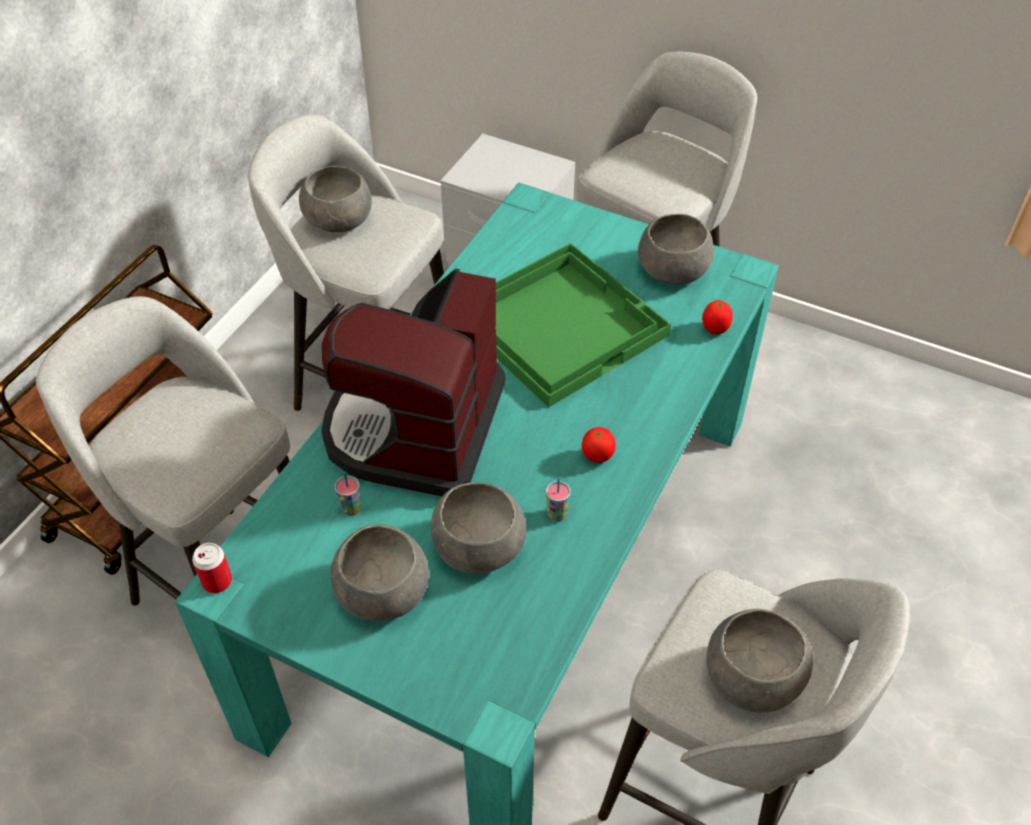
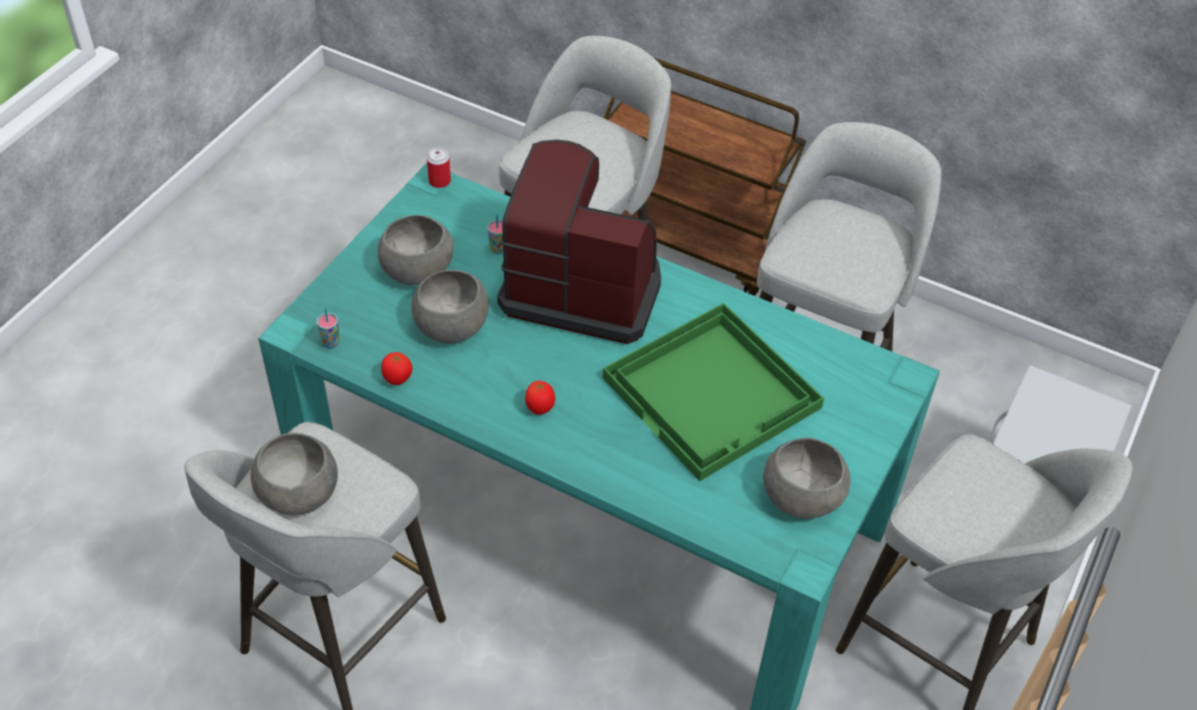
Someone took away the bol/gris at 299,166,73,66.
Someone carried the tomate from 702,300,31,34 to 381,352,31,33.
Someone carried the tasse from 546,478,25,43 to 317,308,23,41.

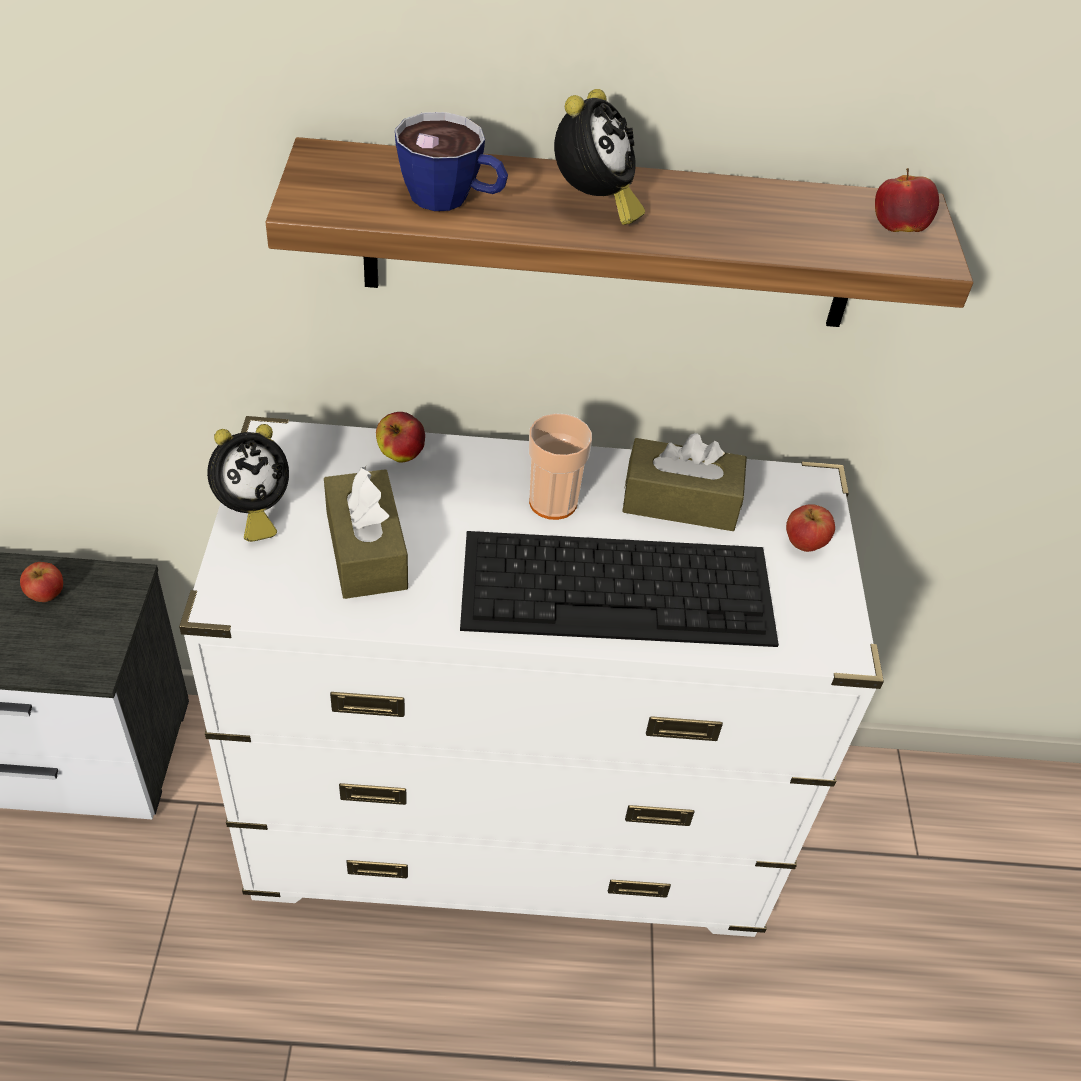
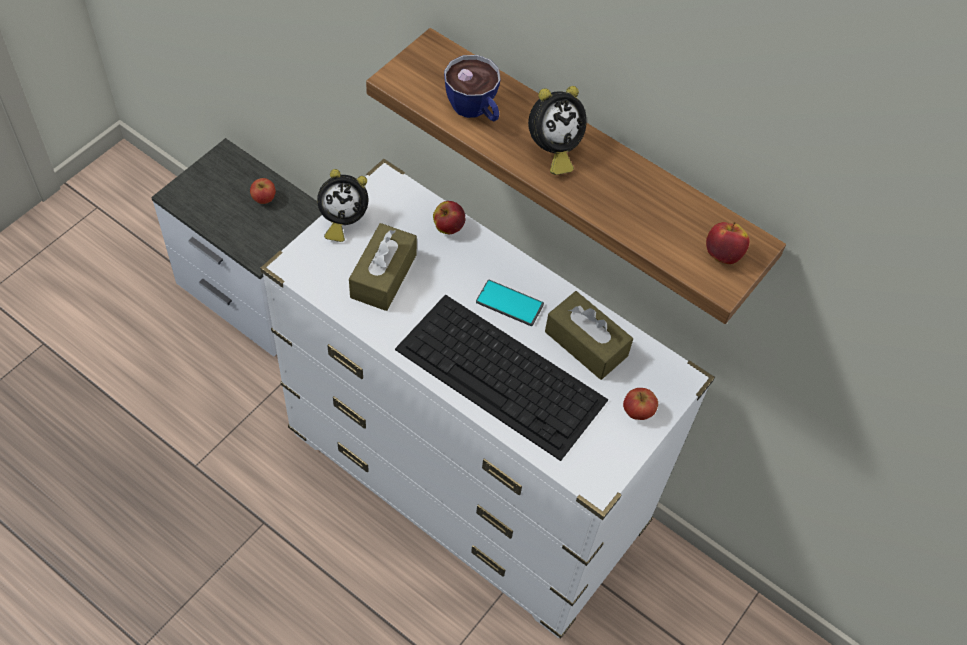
Someone swapped the tasse at 529,413,63,107 for the téléphone at 476,280,68,46.

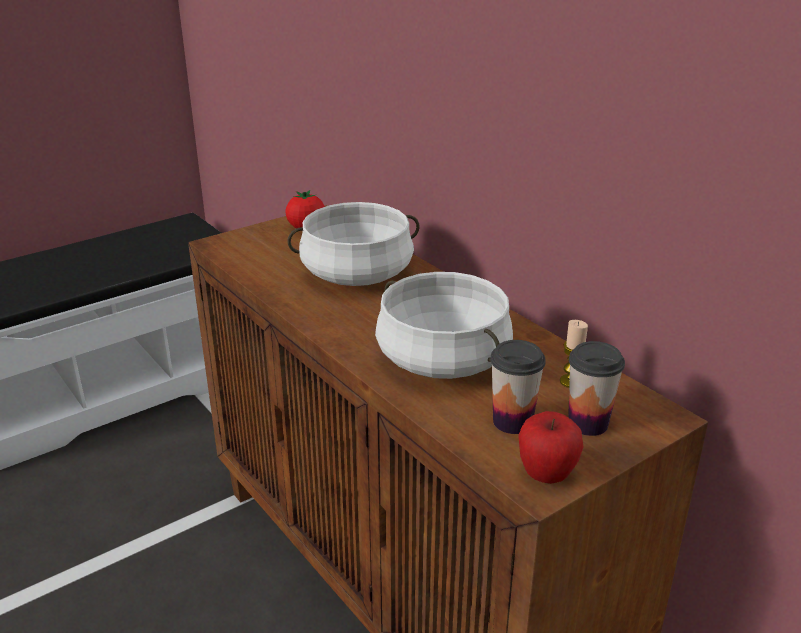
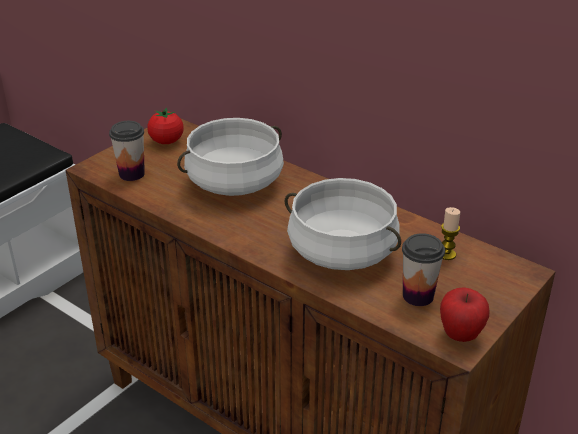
Someone carried the tasse from 568,341,57,95 to 109,121,36,60.

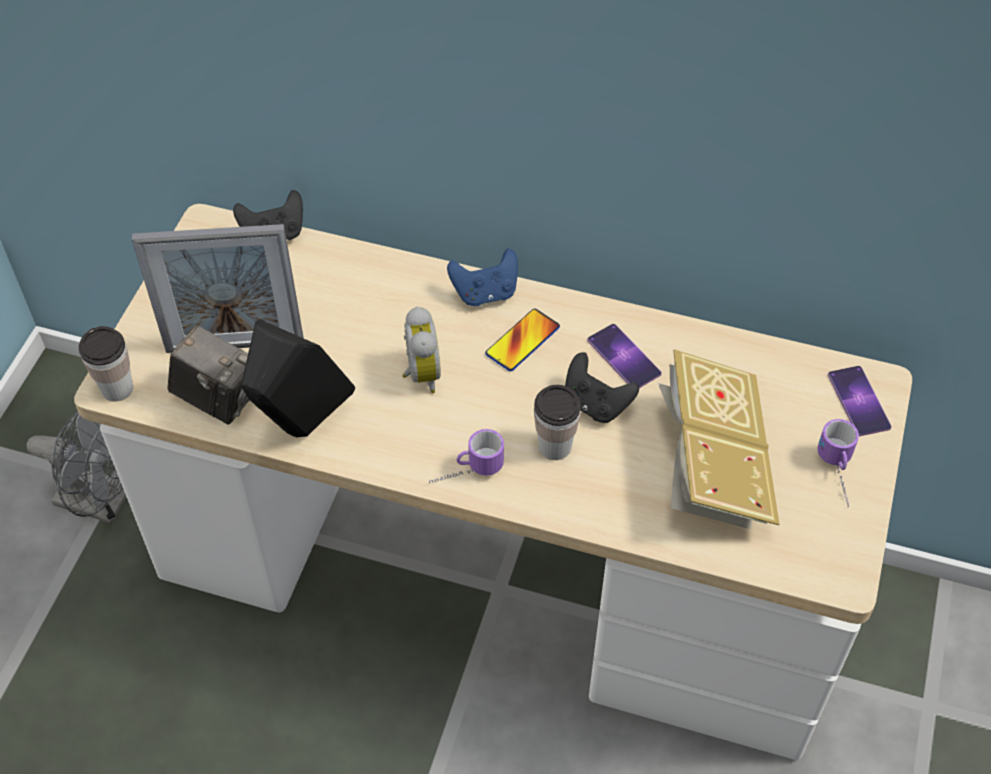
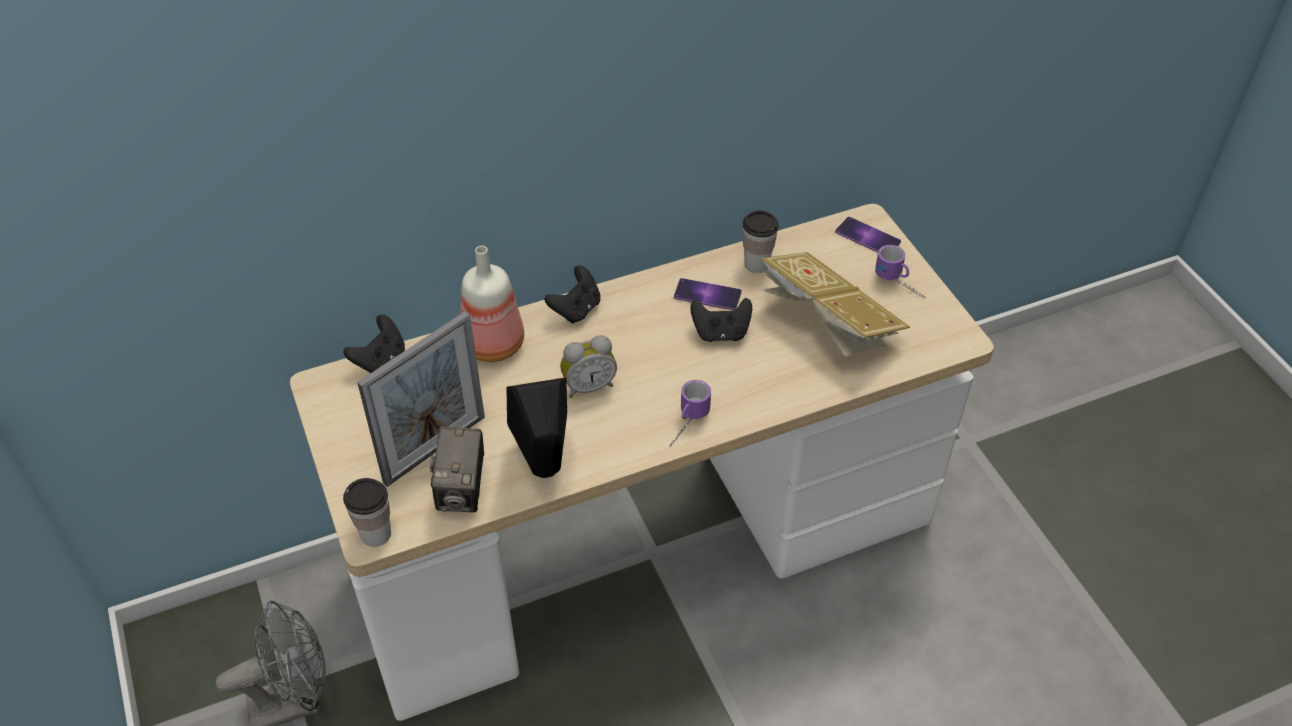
Someone repainted the manette/bleu at 447,249,71,57, which became the manette/noir at 545,266,55,58.
Someone rotated the réveil at 402,306,39,87 by 120 degrees clockwise.
Someone took away the téléphone at 485,309,75,62.
Someone rotated the appareil photo at 167,325,82,100 by 105 degrees clockwise.
Someone carried the tasse from 534,385,47,75 to 742,210,37,63.
Someone put down the bouteille at 460,246,64,116.

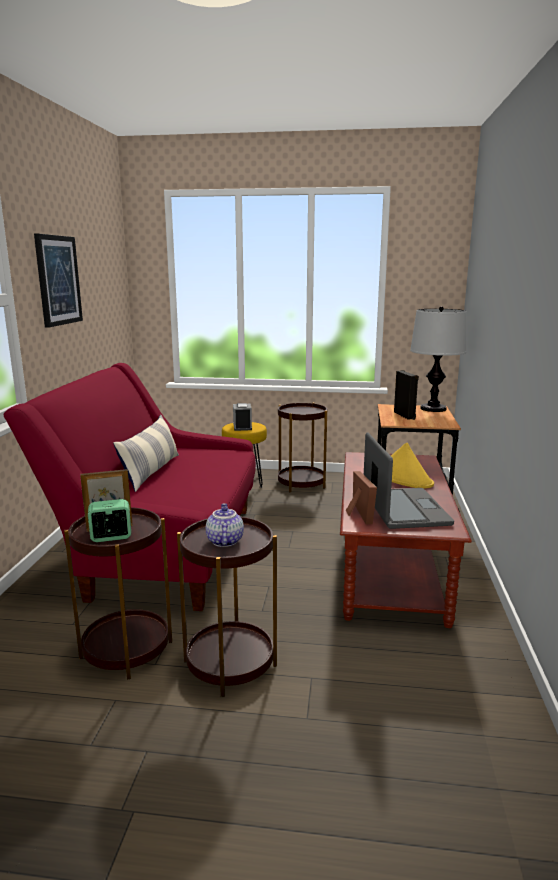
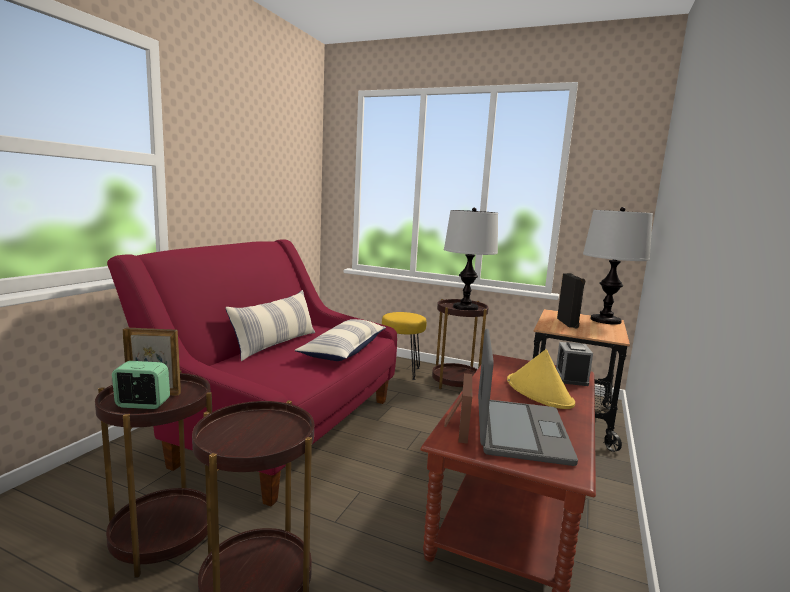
Someone took away the tableau at 34,233,49,95.
Someone carried the réveil from 233,403,19,28 to 556,342,37,44.
Someone took away the théière at 206,504,38,43.
Someone put down the lampe de table at 444,208,54,102.
Someone put down the coussin at 294,319,92,42.

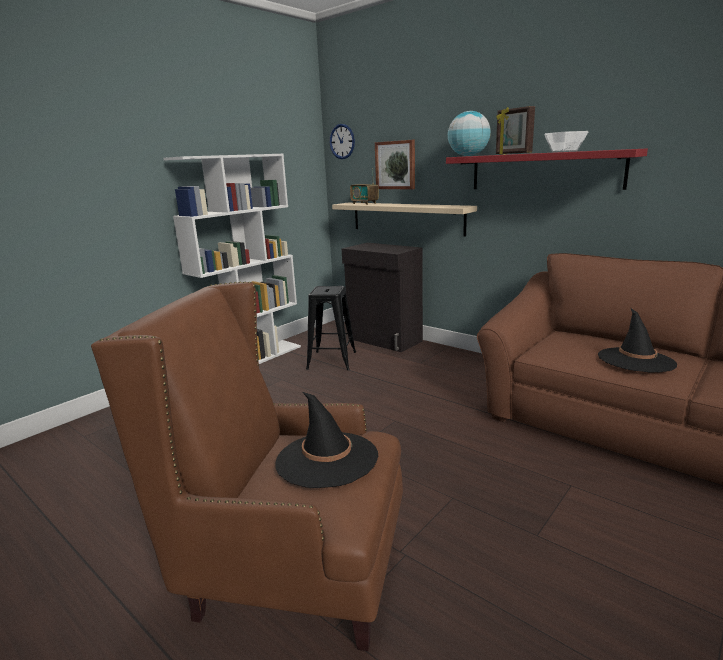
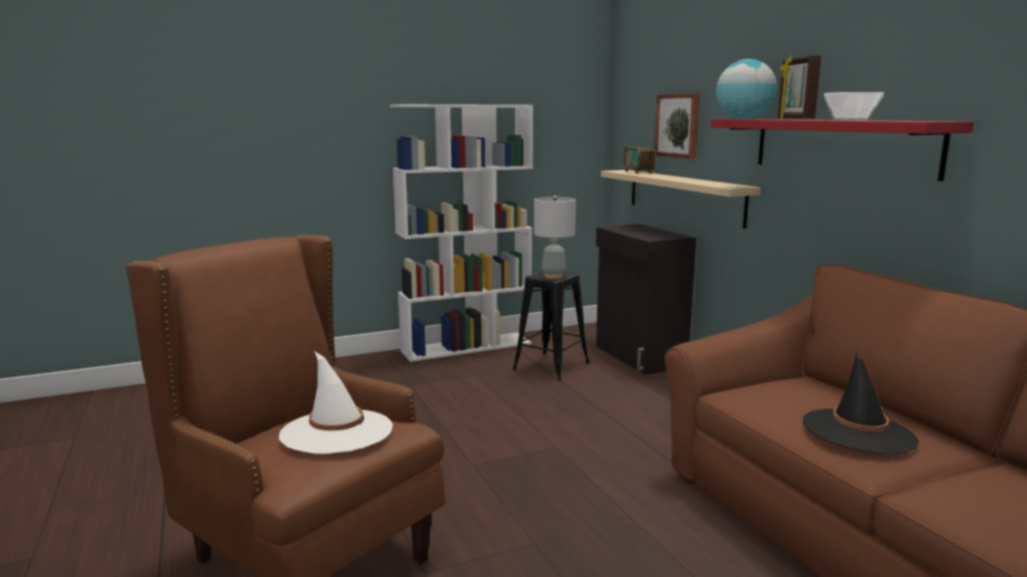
Someone took away the horloge murale at 329,124,26,35.
Someone repainted the chapeau/noir at 276,392,102,96, which became the chapeau/blanc at 279,351,114,103.
Someone put down the lampe de table/gris at 534,196,42,83.

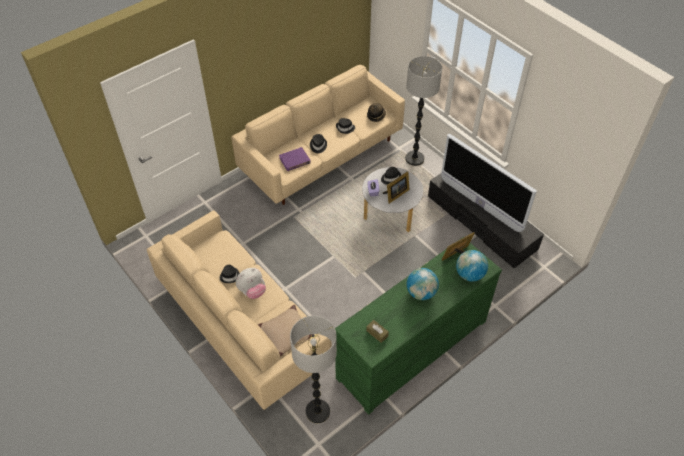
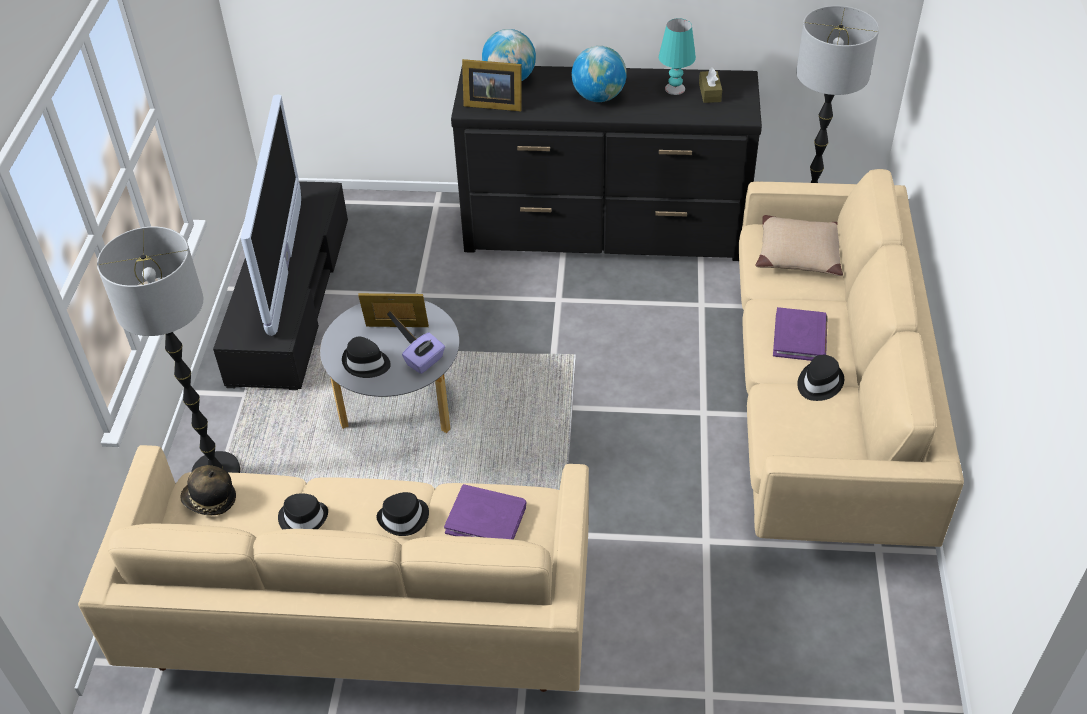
Someone repainted the commode/vert at 335,237,167,177, which became the commode/noir at 451,66,311,195.
Someone swapped the peluche at 236,268,30,31 for the livre/violet at 773,307,55,54.
Someone put down the lampe de table/turquoise at 659,18,37,77.

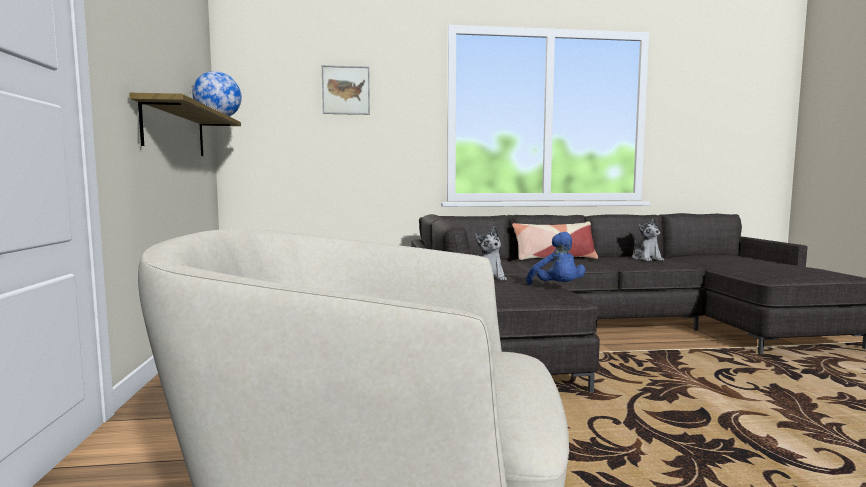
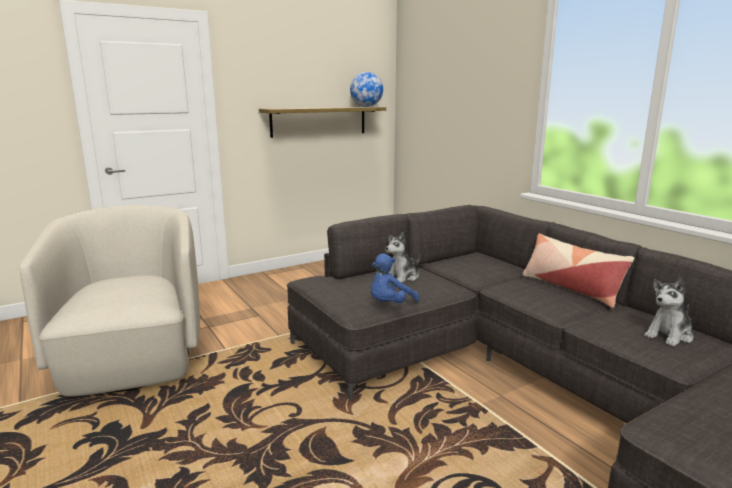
Someone took away the tableau at 322,65,48,50.

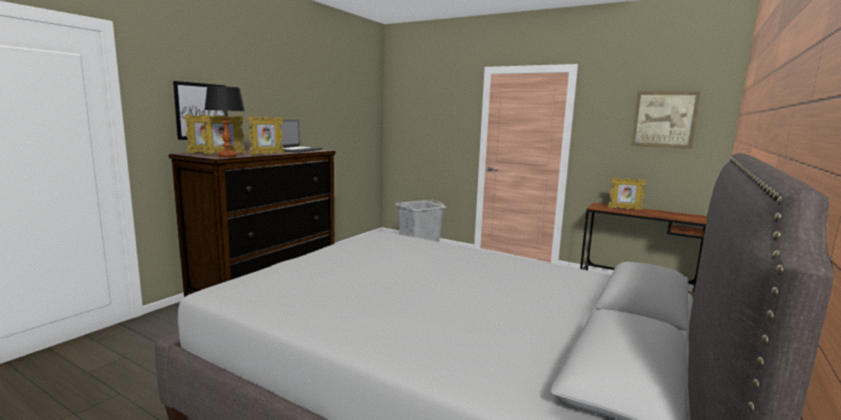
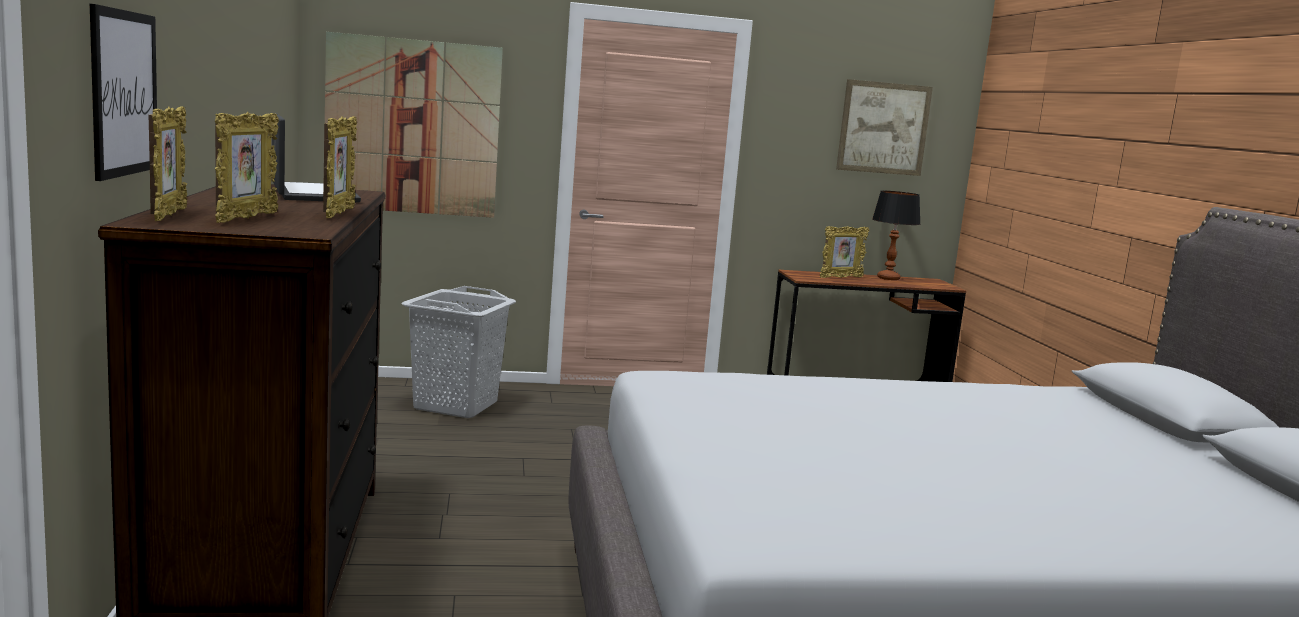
Someone carried the lampe de table from 205,86,40,71 to 872,191,49,89.
Someone put up the tableau at 325,32,178,186.

